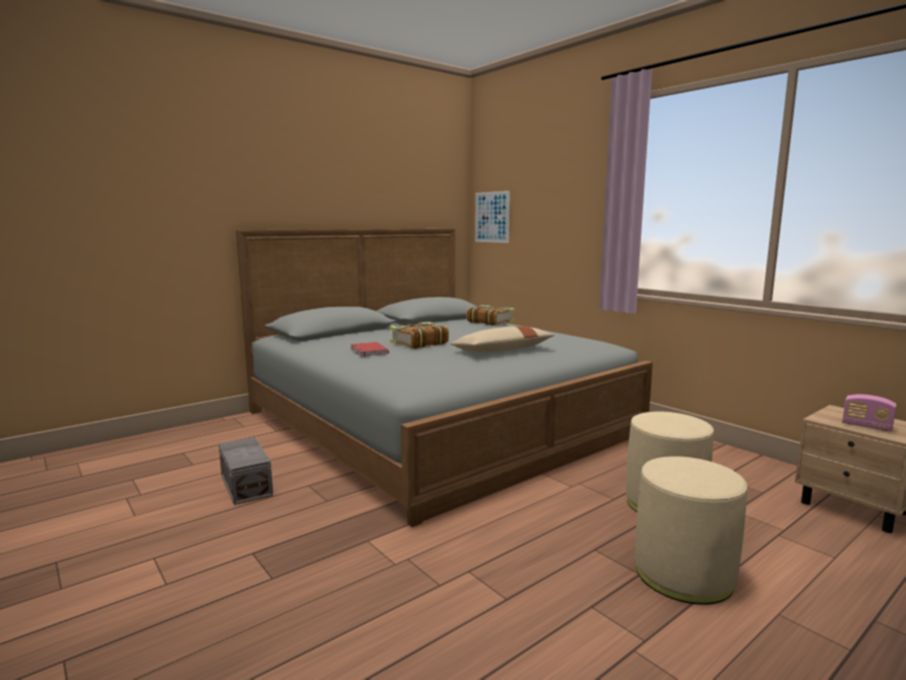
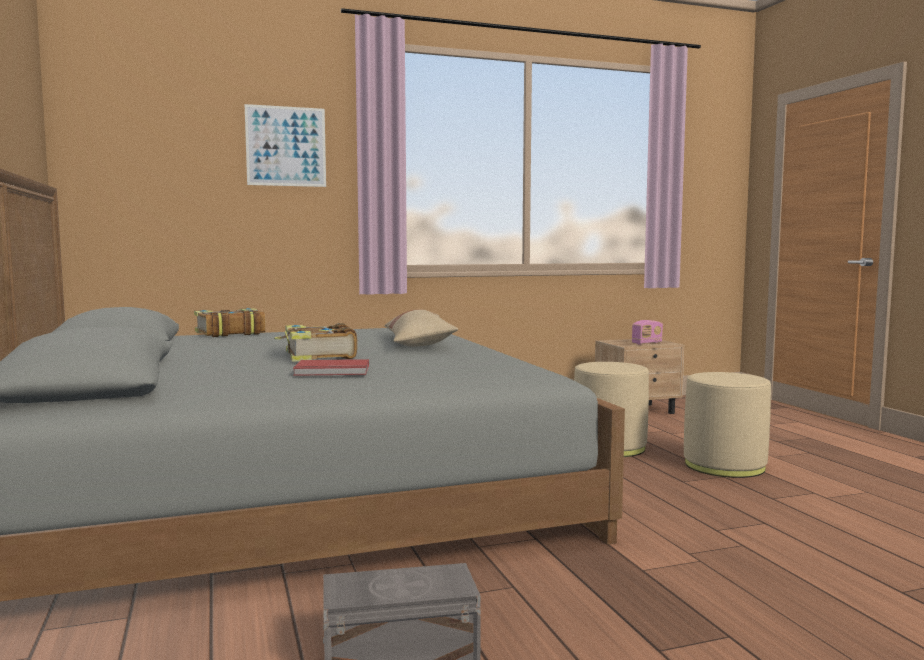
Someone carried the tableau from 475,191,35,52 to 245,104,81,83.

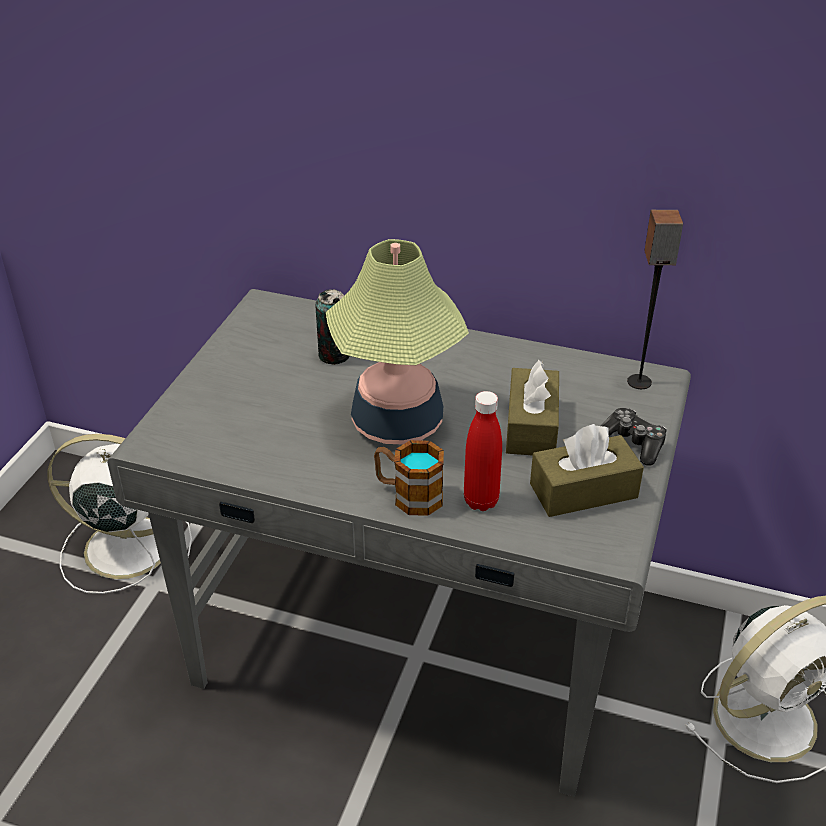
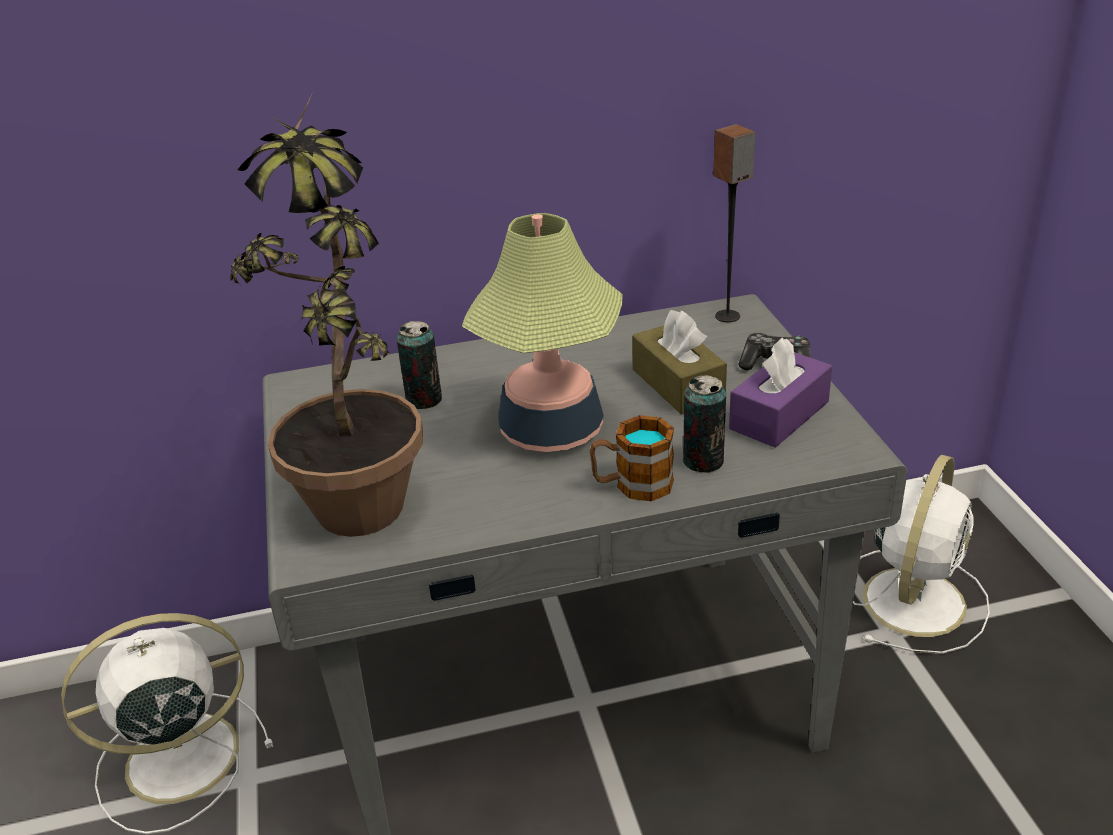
Someone swapped the bouteille/rouge at 464,391,38,120 for the boîte métallique at 683,375,43,98.
Someone repainted the boîte à mouchoirs/marron at 530,424,114,93, which became the boîte à mouchoirs/violet at 729,337,103,111.
Someone put down the plante en pot at 230,95,193,442.

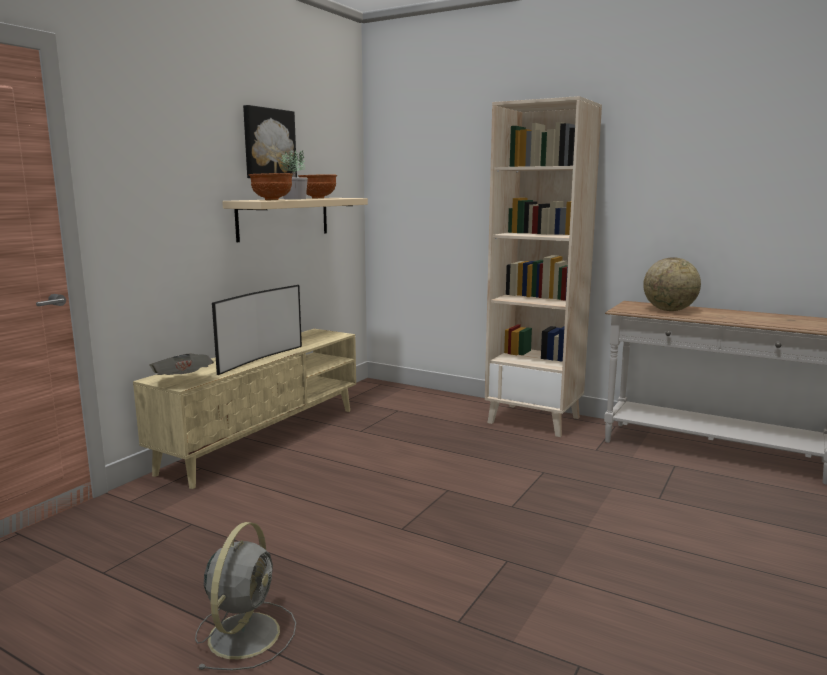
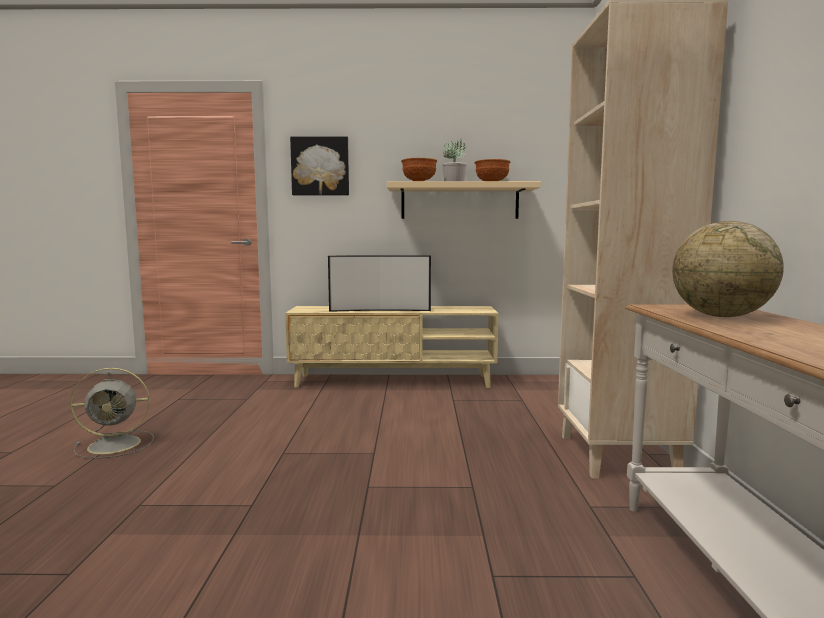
Someone carried the tableau from 243,105,54,73 to 290,136,59,59.
Someone took away the journal at 149,354,65,21.

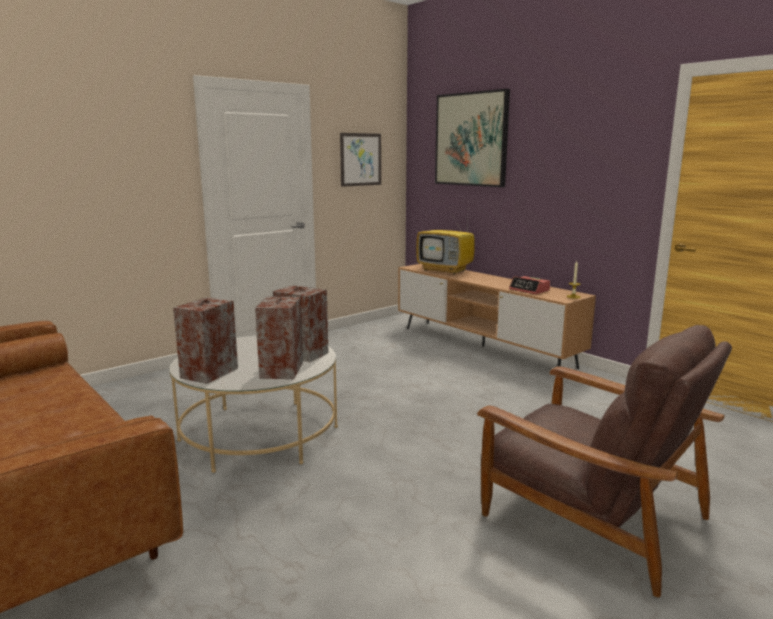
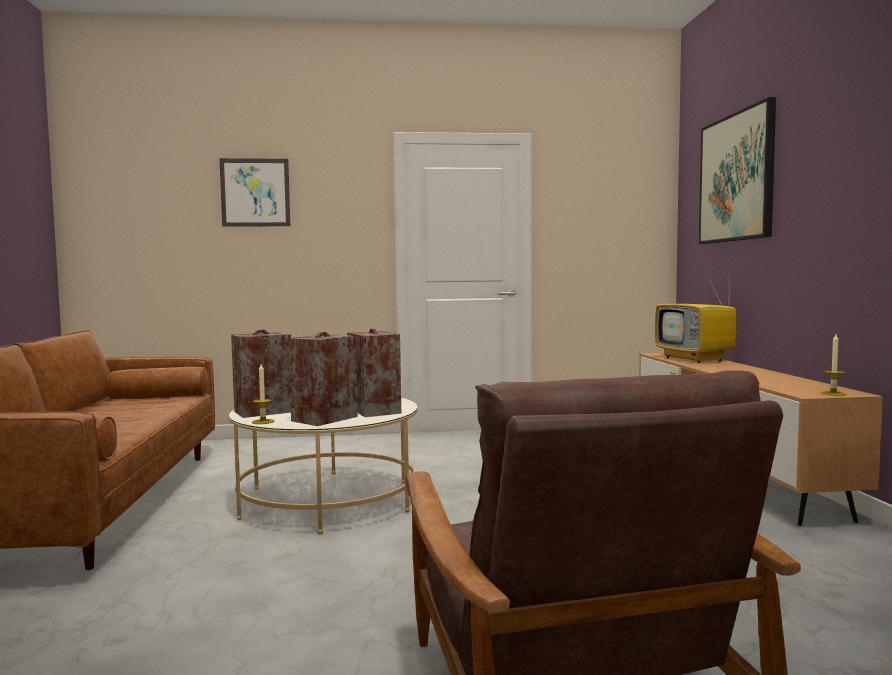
Someone carried the tableau from 340,133,41,54 to 219,158,71,69.
Someone took away the réveil at 509,276,41,18.
Someone put down the bougie at 252,364,23,60.

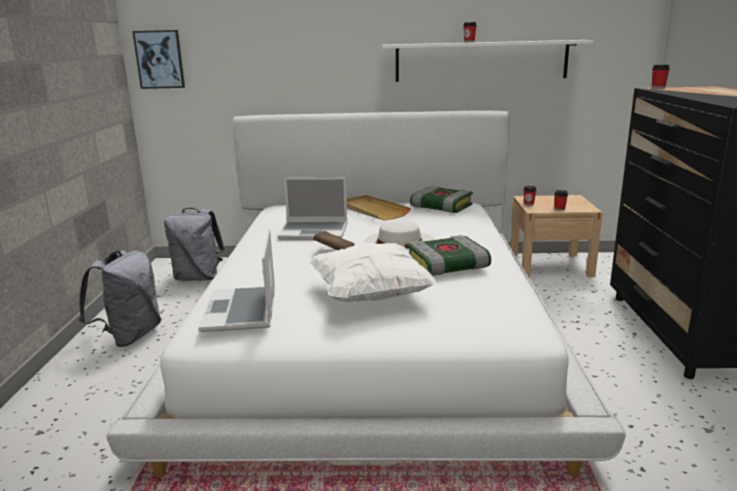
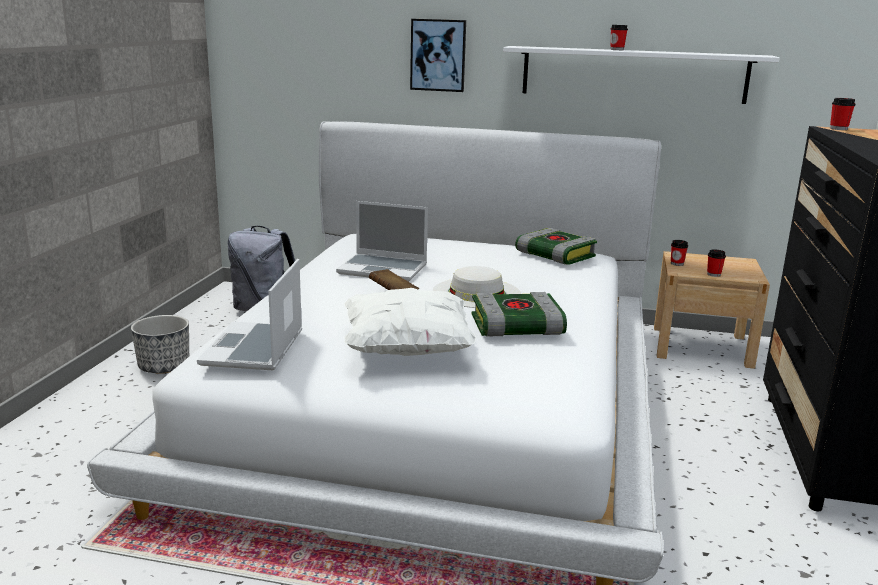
Someone carried the tableau from 132,30,53,59 to 410,19,56,73.
Someone took away the plateau/beige at 346,195,65,26.
Someone swapped the sac à dos/gris at 79,250,82,97 for the cache-pot at 131,315,58,59.

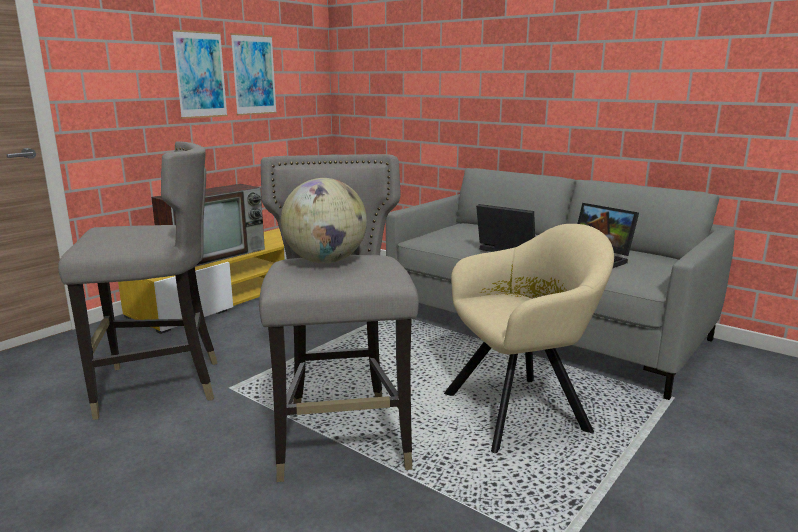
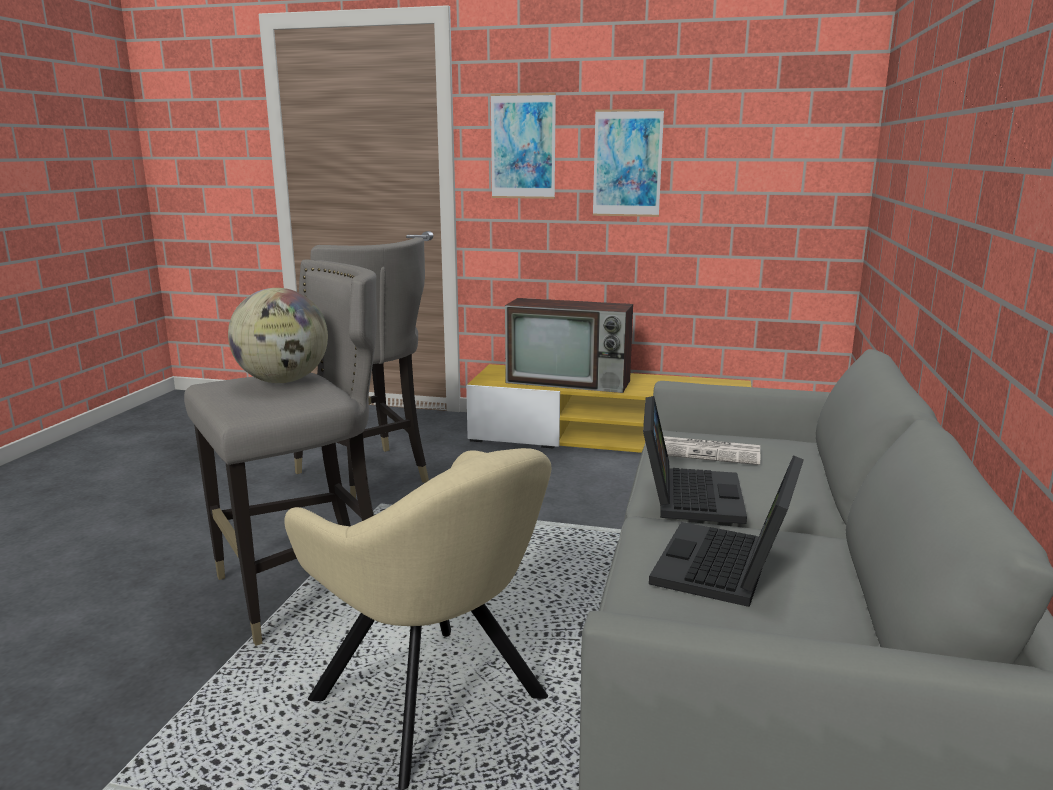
Someone carried the tableau from 230,33,47,82 to 490,93,66,106.
Someone put down the journal at 663,436,97,29.

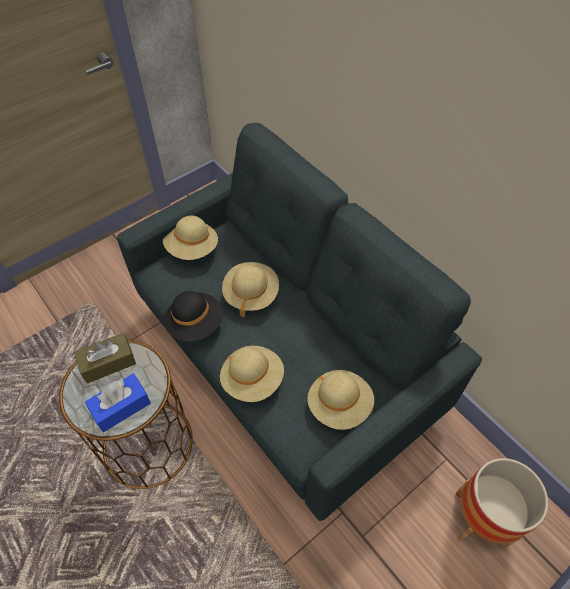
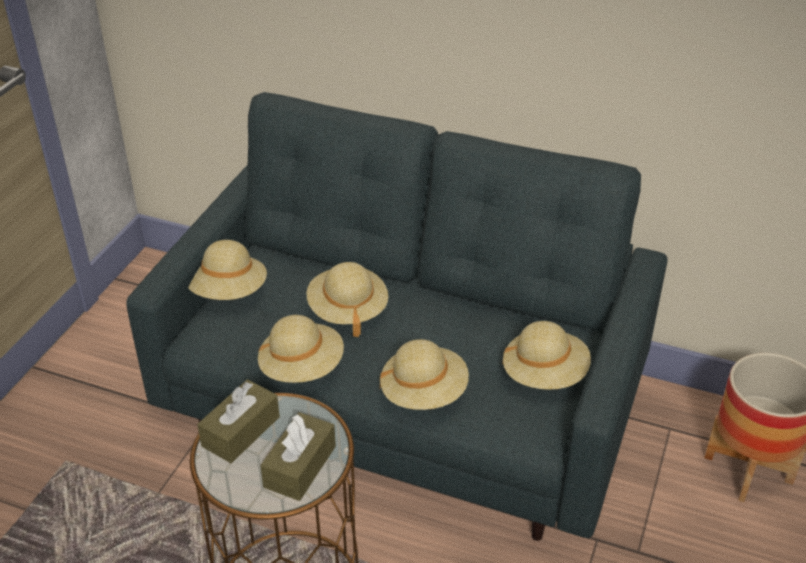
Someone repainted the chapeau/noir at 163,291,61,51, which became the chapeau/beige at 258,315,86,68.
Someone repainted the boîte à mouchoirs/bleu at 85,373,66,59, which became the boîte à mouchoirs/marron at 260,412,76,89.

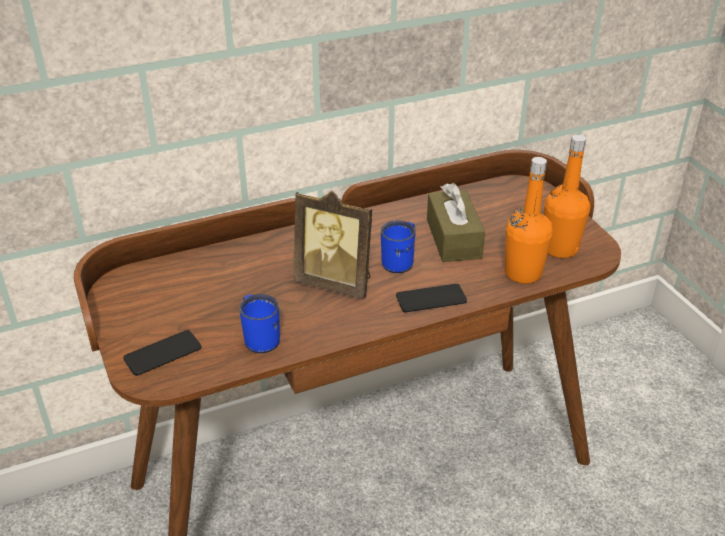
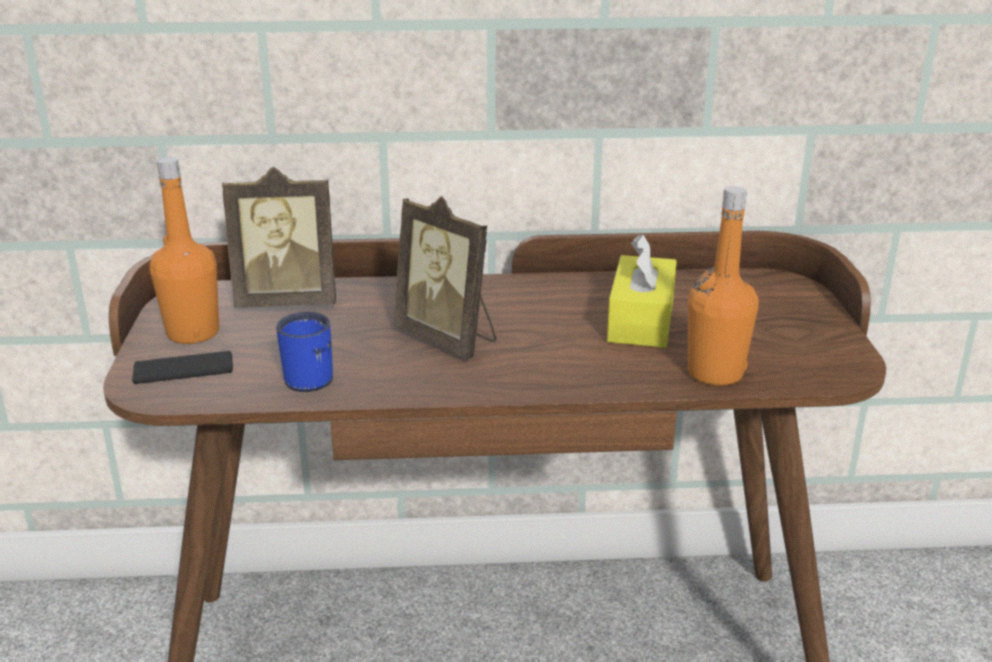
Someone carried the bouteille/orange from 544,135,46,123 to 150,157,69,187.
Someone repainted the boîte à mouchoirs/marron at 427,183,58,79, which became the boîte à mouchoirs/jaune at 607,234,70,114.
Someone took away the mug/bleu at 381,220,34,53.
Someone took away the téléphone at 396,284,71,28.
Someone put down the cadre photo at 222,167,114,141.

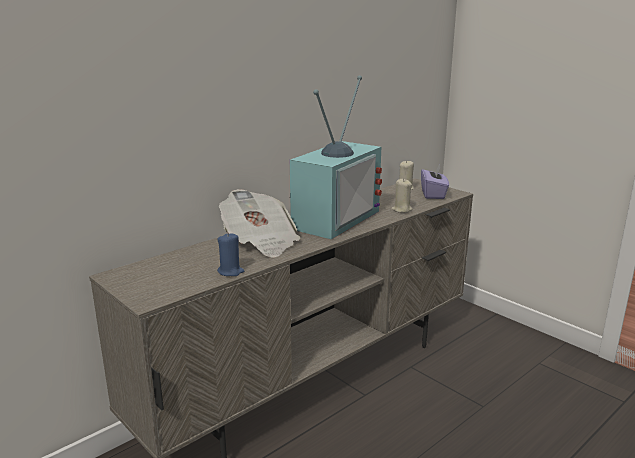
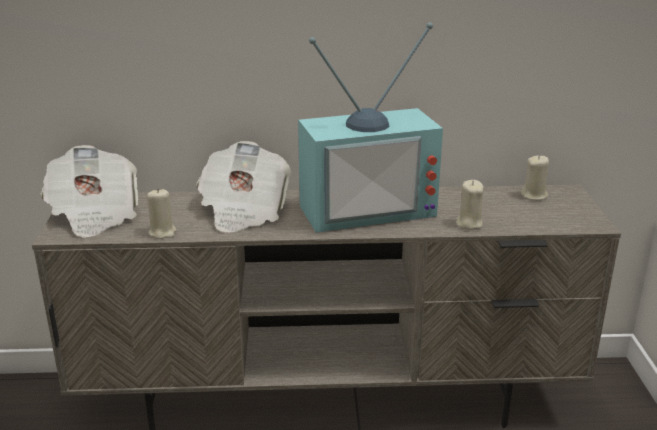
Someone took away the boîte à mouchoirs/violet at 421,165,28,34.
Someone repainted the bougie/bleu at 217,233,27,43, which became the bougie/beige at 147,189,29,50.
Someone put down the journal at 41,145,97,93.

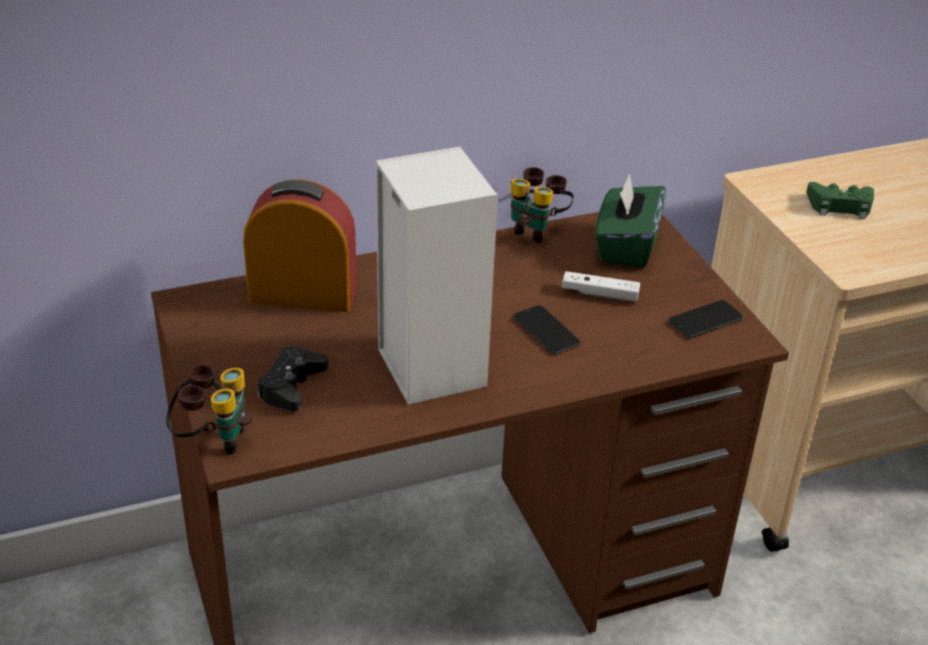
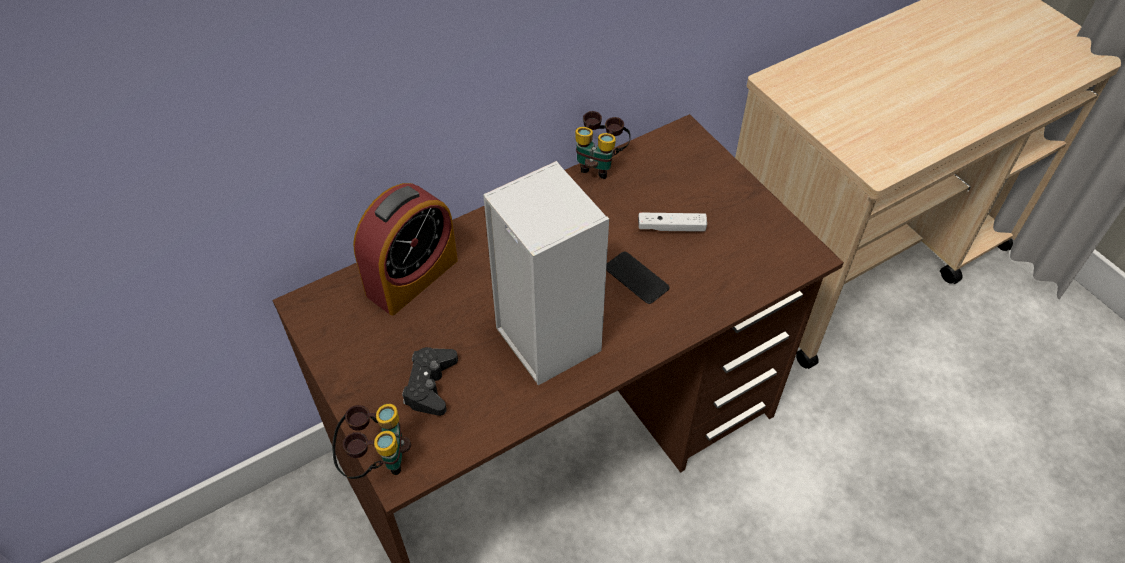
Someone took away the boîte à mouchoirs/vert at 595,174,71,94.
Someone rotated the réveil at 243,180,114,132 by 135 degrees clockwise.
Someone took away the manette/vert at 806,182,68,37.
Someone took away the téléphone at 668,300,76,38.

